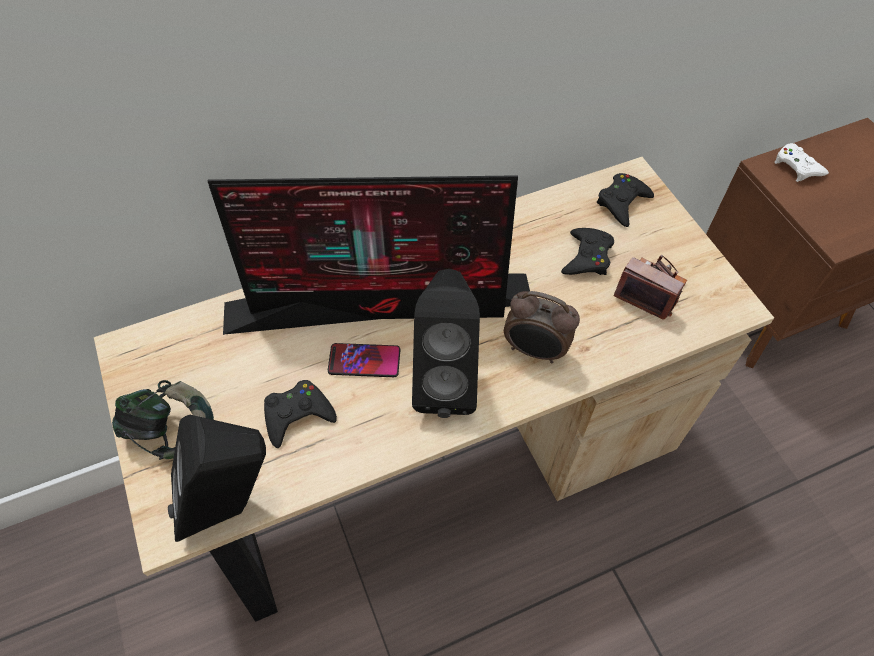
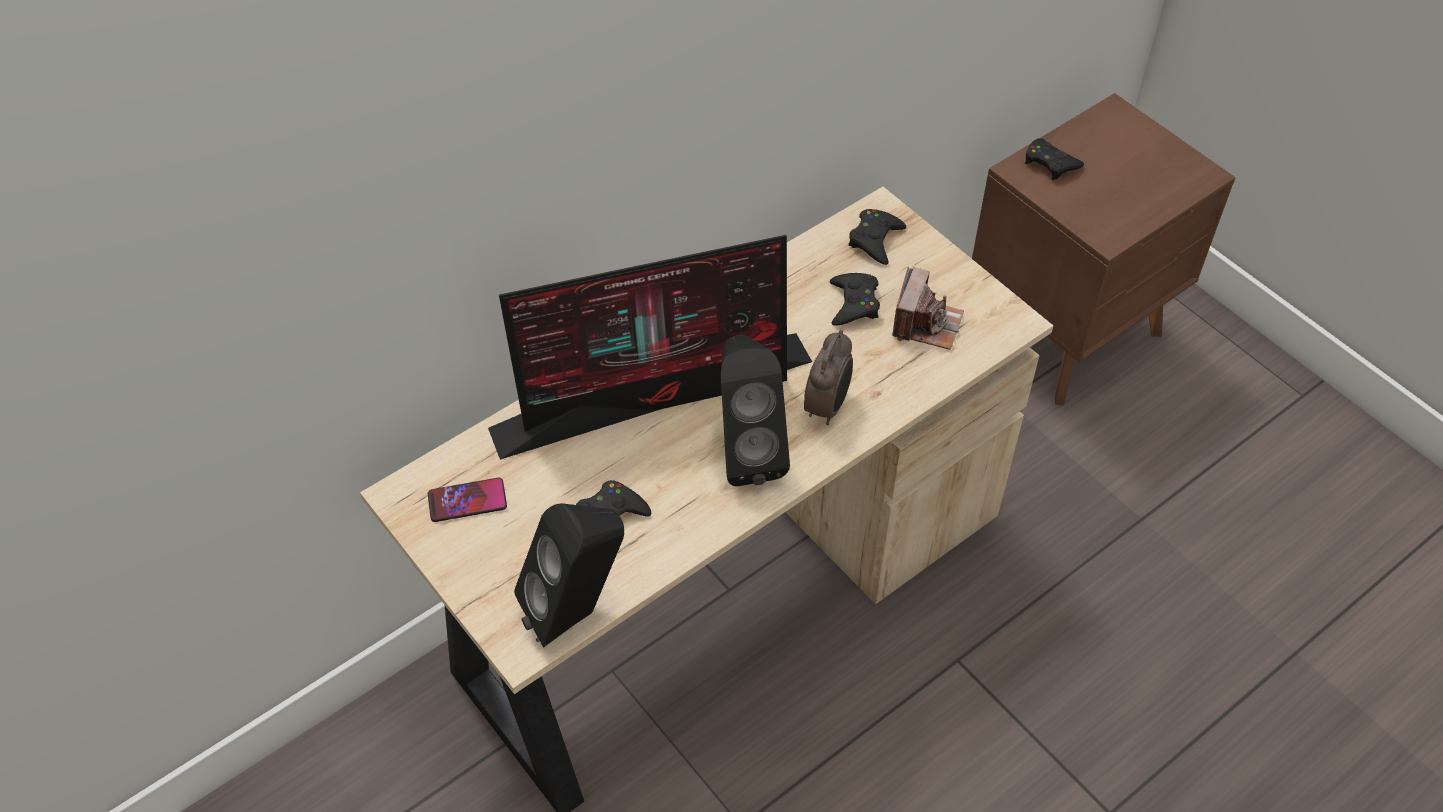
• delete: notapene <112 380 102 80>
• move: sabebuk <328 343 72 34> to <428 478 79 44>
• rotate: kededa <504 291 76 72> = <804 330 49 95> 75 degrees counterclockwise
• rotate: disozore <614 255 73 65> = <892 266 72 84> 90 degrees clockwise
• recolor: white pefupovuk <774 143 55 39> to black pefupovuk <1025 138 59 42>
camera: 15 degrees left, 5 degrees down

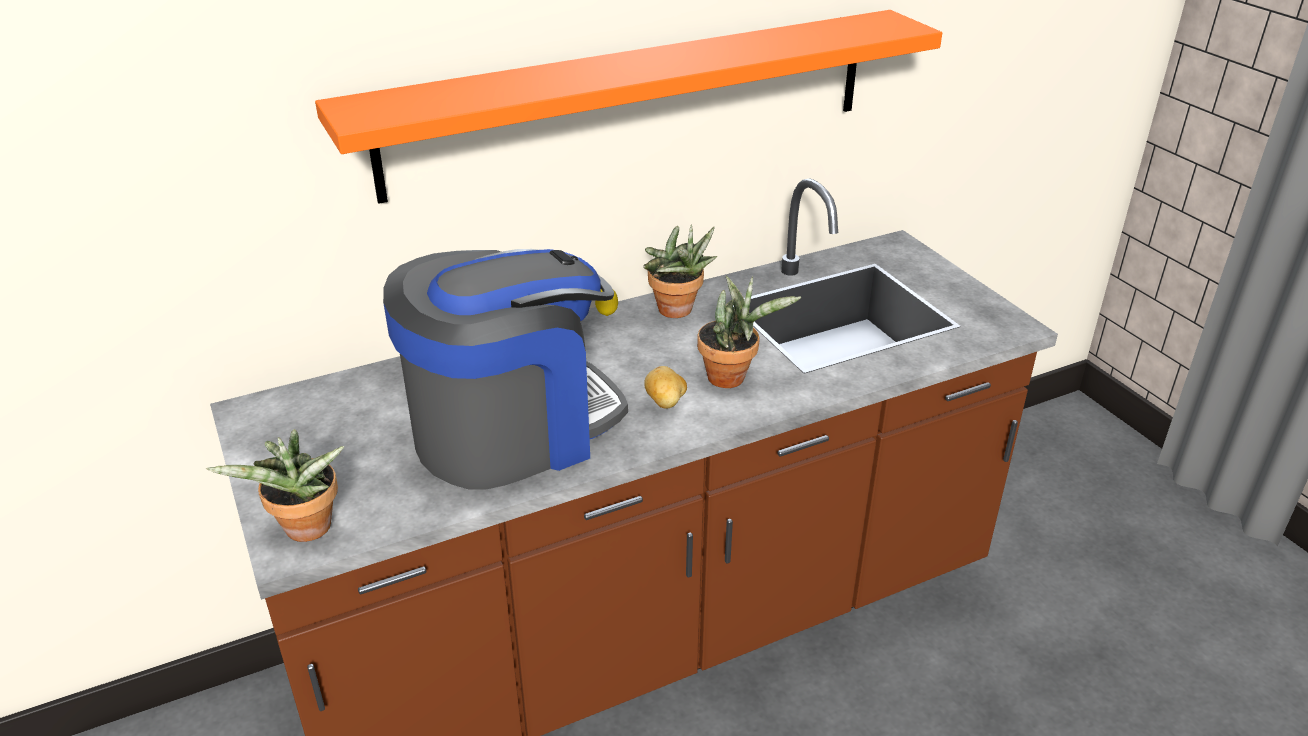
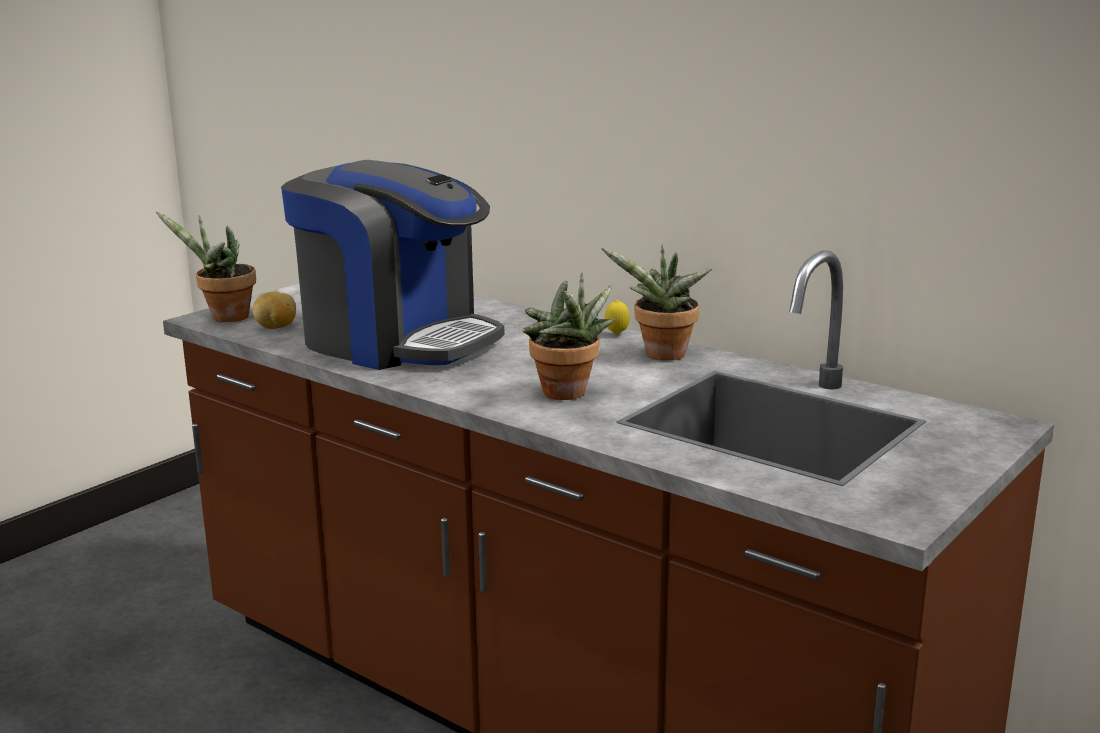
• delete: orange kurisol <315 10 627 194>
• move: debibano <644 366 43 43> to <252 291 44 38>
camera: 65 degrees right, 15 degrees down

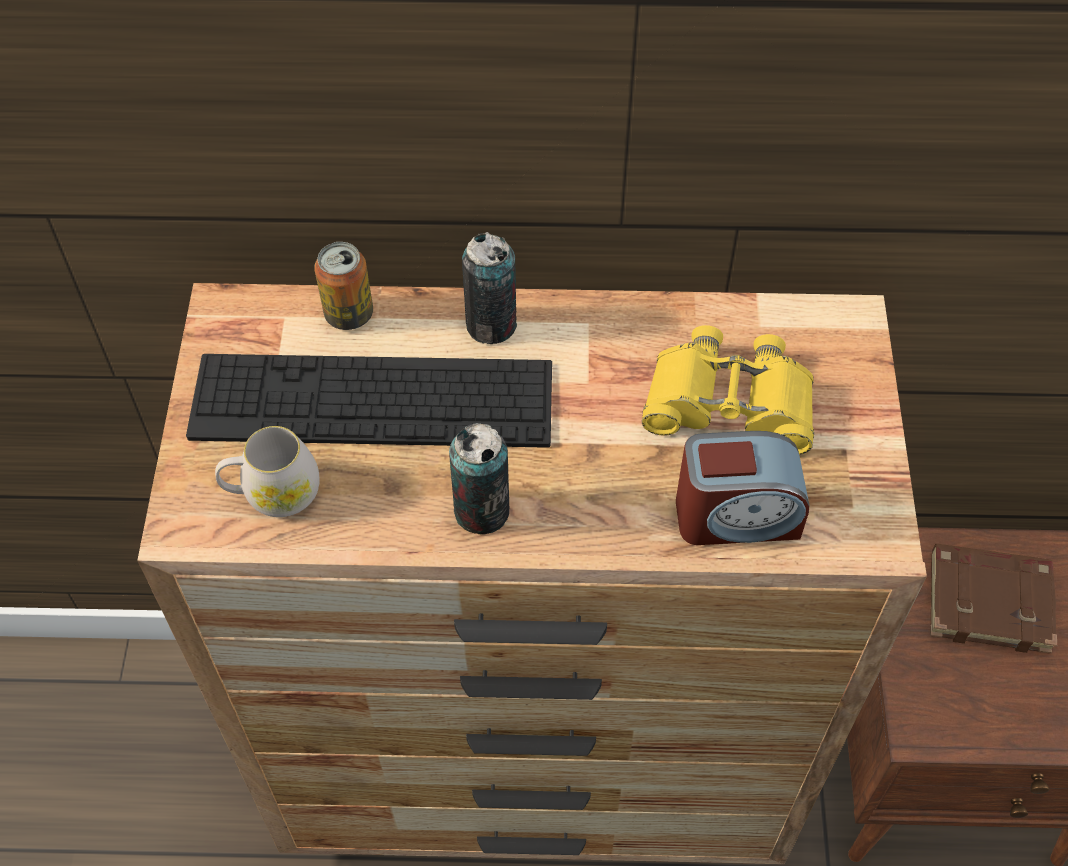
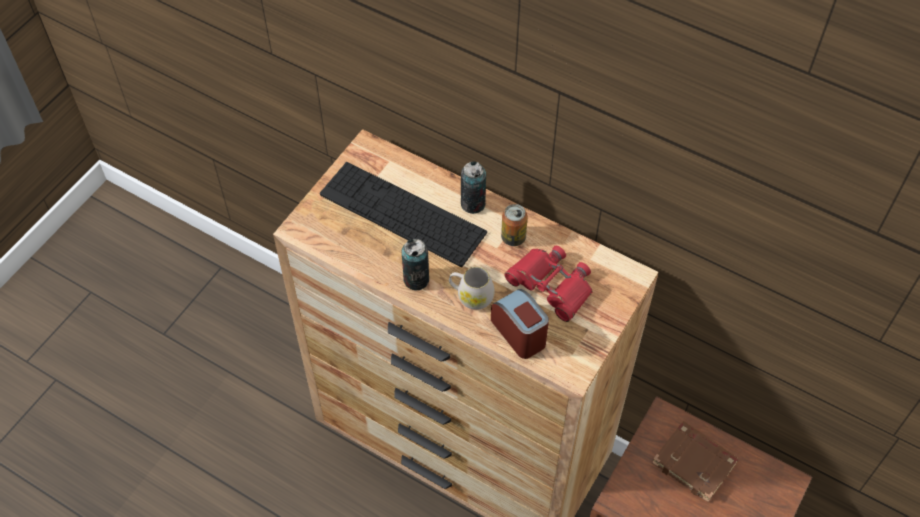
• move: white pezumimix <215 426 105 91> to <449 267 46 43>
• move: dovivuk <314 242 59 88> to <501 204 26 42>
• recolor: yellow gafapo <642 325 172 130> to red gafapo <504 246 88 76>
• rotate: kededa <676 431 133 114> = <491 289 58 70> 150 degrees counterclockwise
camera: 30 degrees right, 0 degrees up

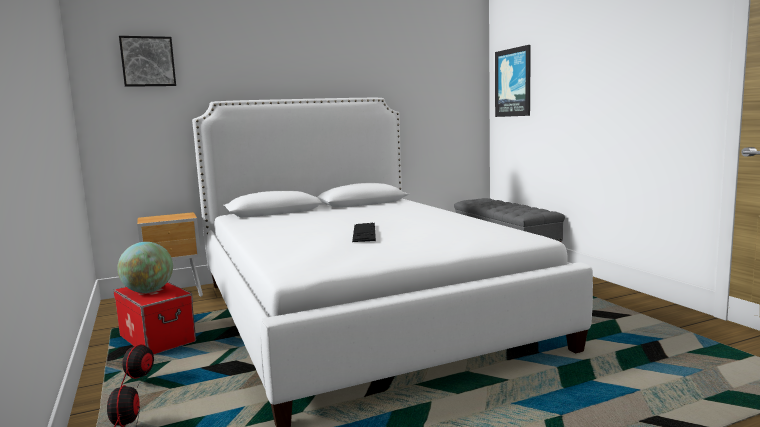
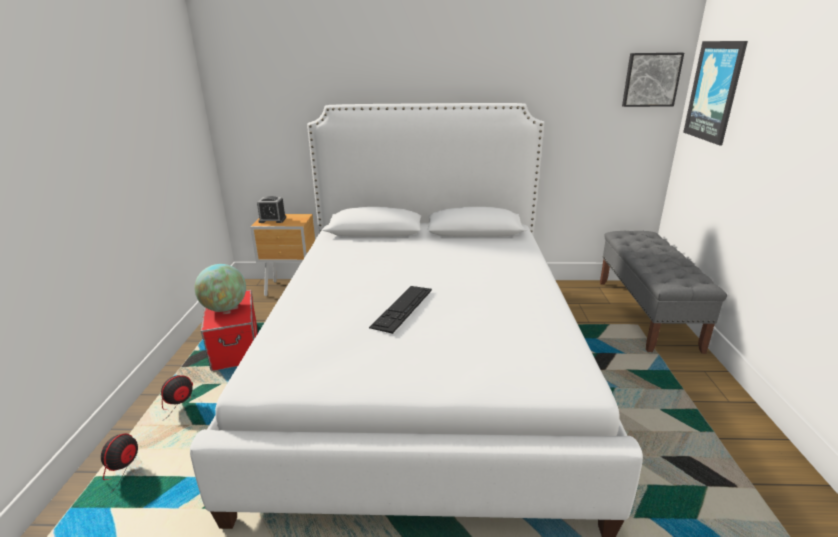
• move: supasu <119 36 57 51> to <622 53 62 54>
• insert: kededa <257 196 29 27>
camera: 25 degrees right, 15 degrees up

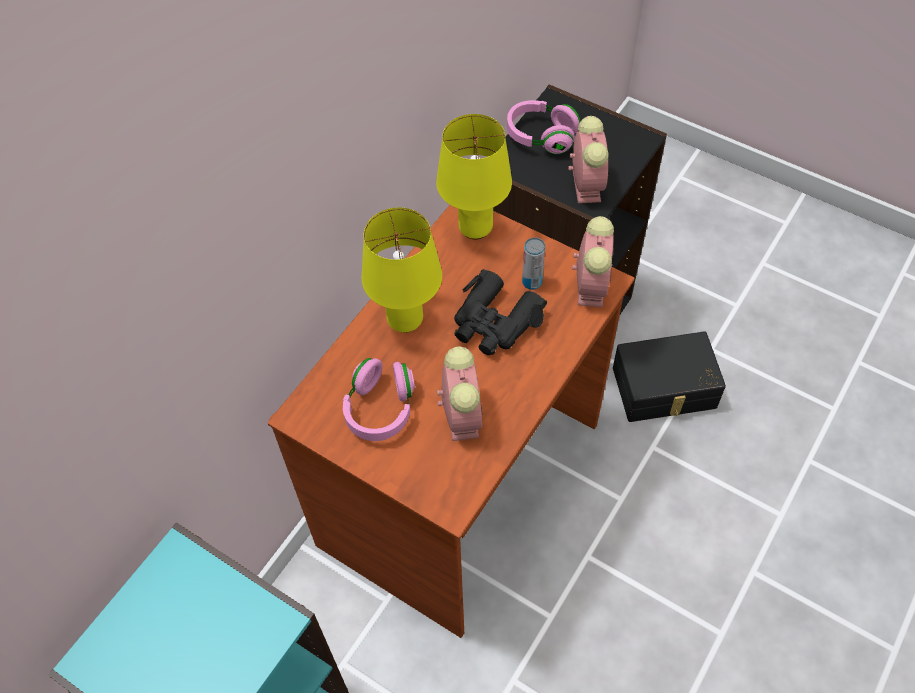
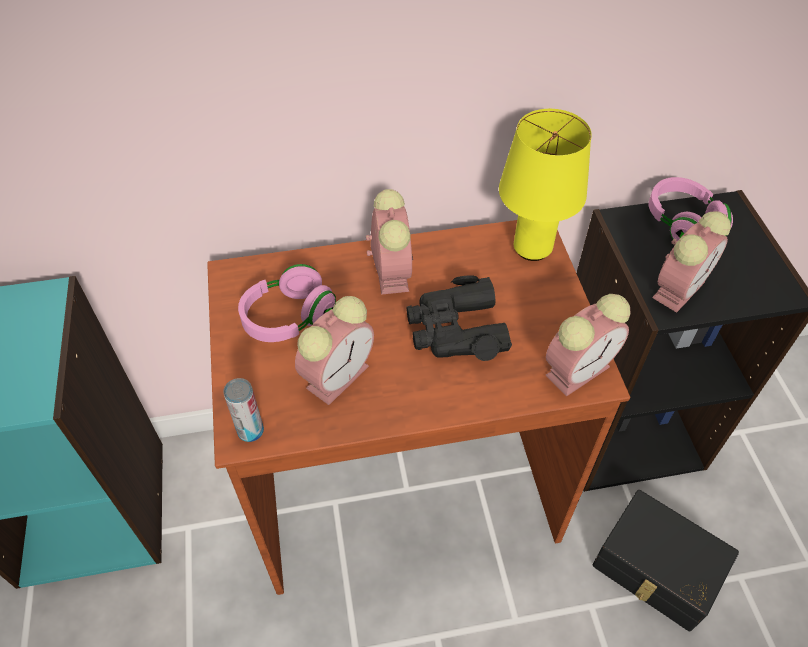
• replace: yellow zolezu <362 207 80 126> to kededa <366 189 47 106>
• move: dovivuk <522 237 23 53> to <223 378 41 64>
camera: 45 degrees right, 5 degrees down

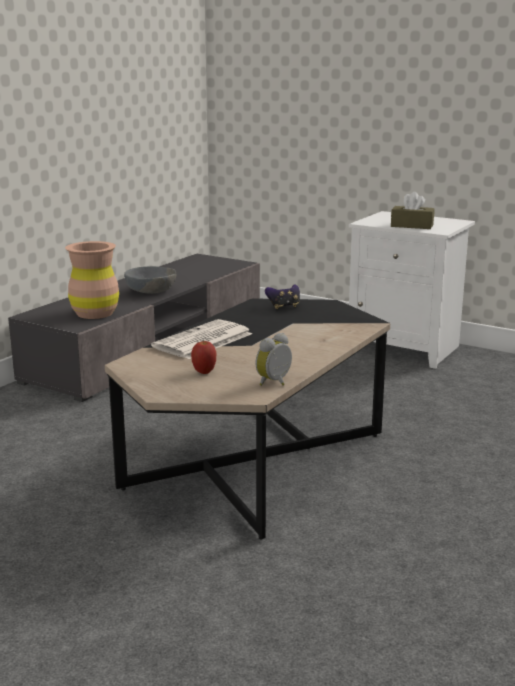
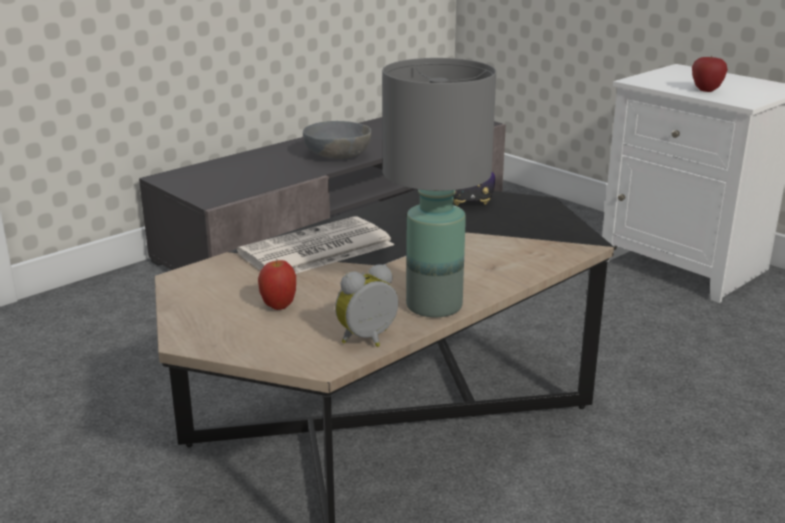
• delete: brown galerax <65 241 54 78>
• replace: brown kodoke <391 192 43 37> to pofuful <692 56 36 36>
• insert: grey zolezu <382 58 114 260>
camera: 15 degrees right, 5 degrees up

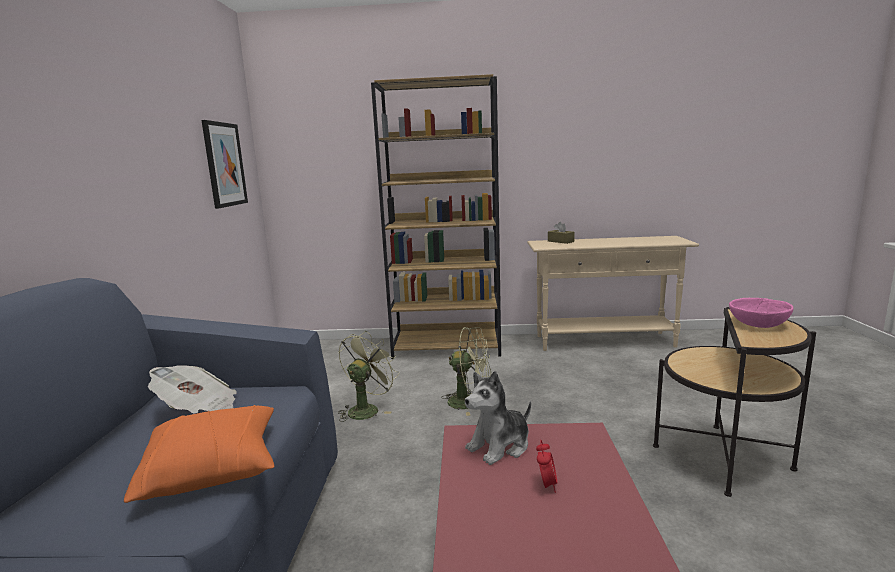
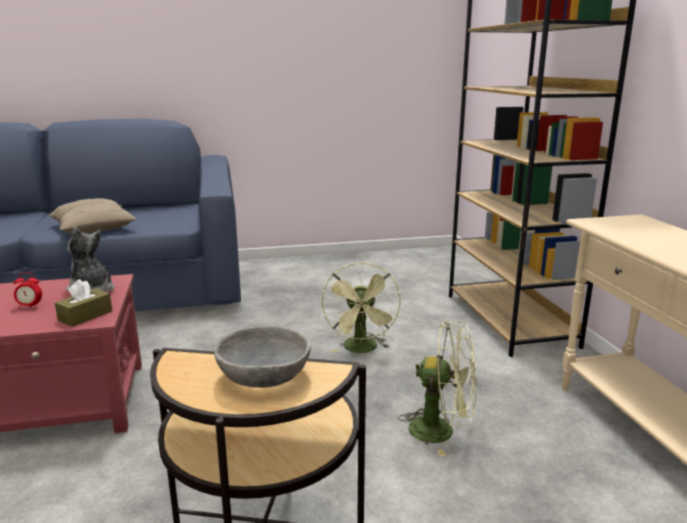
• recolor: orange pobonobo <124 405 150 98> to beige pobonobo <48 198 88 36>
• delete: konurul <148 365 89 48>
• delete: supasu <201 120 47 89>
• move: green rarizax <338 331 61 91> to <398 321 79 135>
• move: brown kodoke <548 222 27 22> to <55 279 57 48>
• recolor: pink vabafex <729 298 64 30> to grey vabafex <214 326 97 62>
camera: 75 degrees right, 5 degrees up

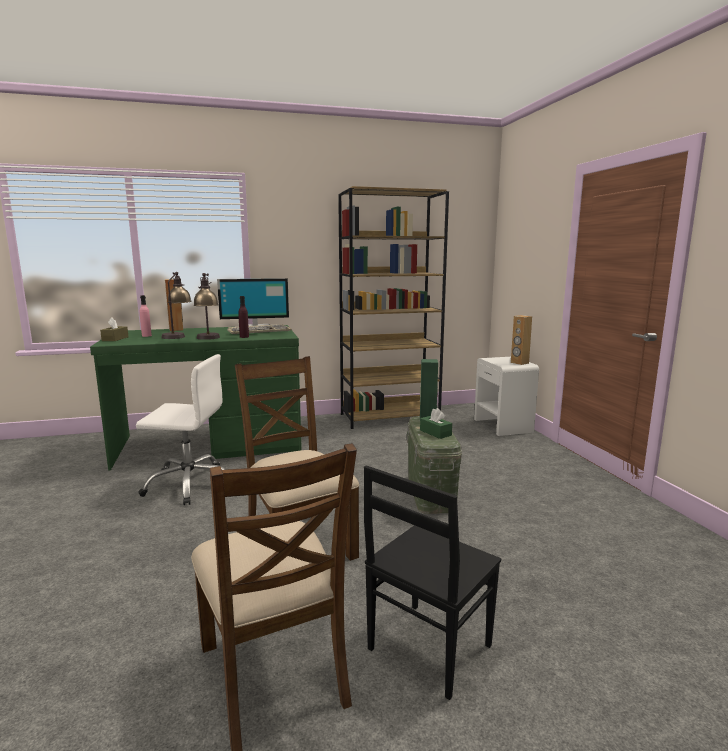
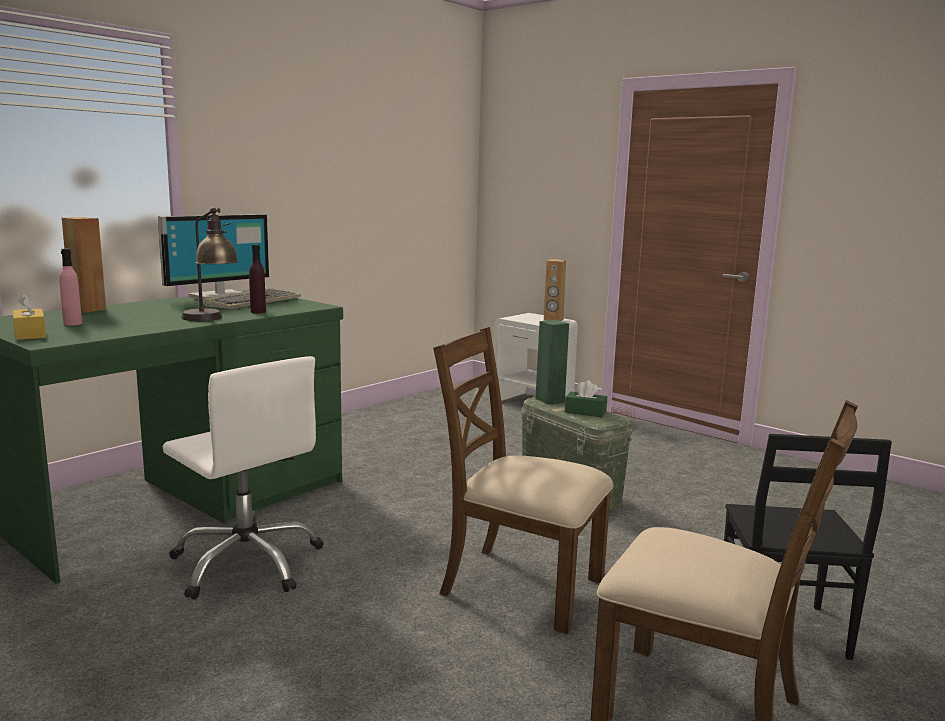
• recolor: brown kodoke <100 317 28 24> to yellow kodoke <13 293 33 47>
• rotate: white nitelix <136 354 90 151> = <163 356 161 244> 75 degrees clockwise
• delete: zolezu <161 272 31 67>
• delete: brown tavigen <338 186 111 243>
camera: 35 degrees left, 0 degrees up

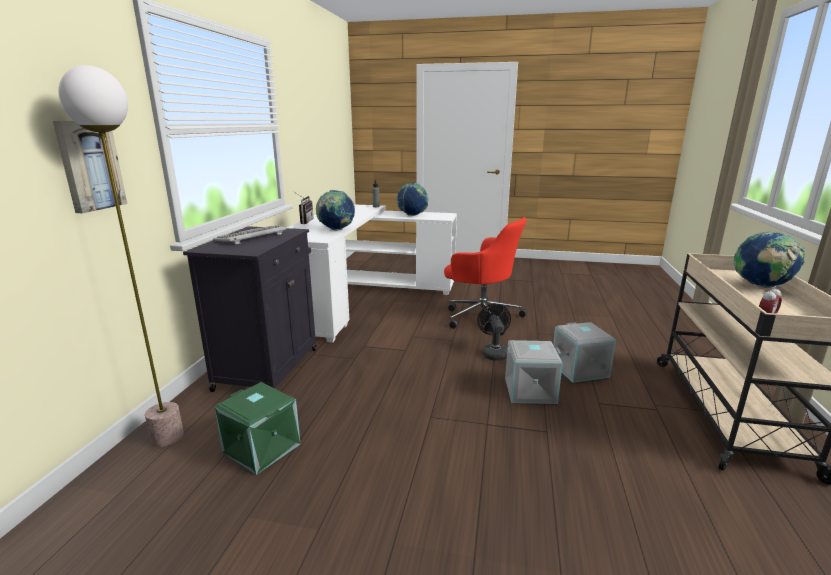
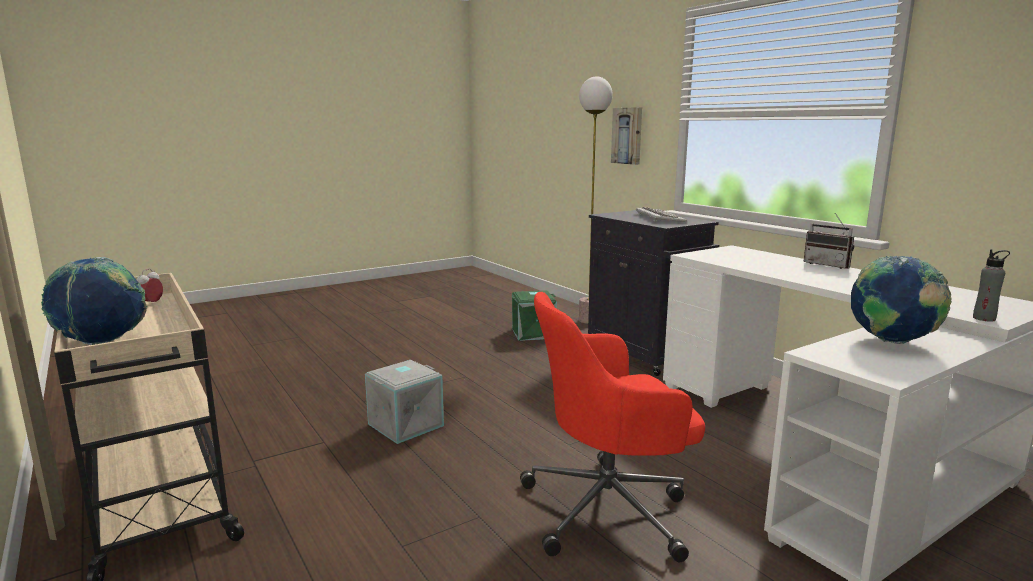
• delete: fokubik <316 190 39 40>
• delete: black rarizax <477 304 34 56>
• delete: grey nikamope <553 322 63 61>
camera: 135 degrees right, 5 degrees down

